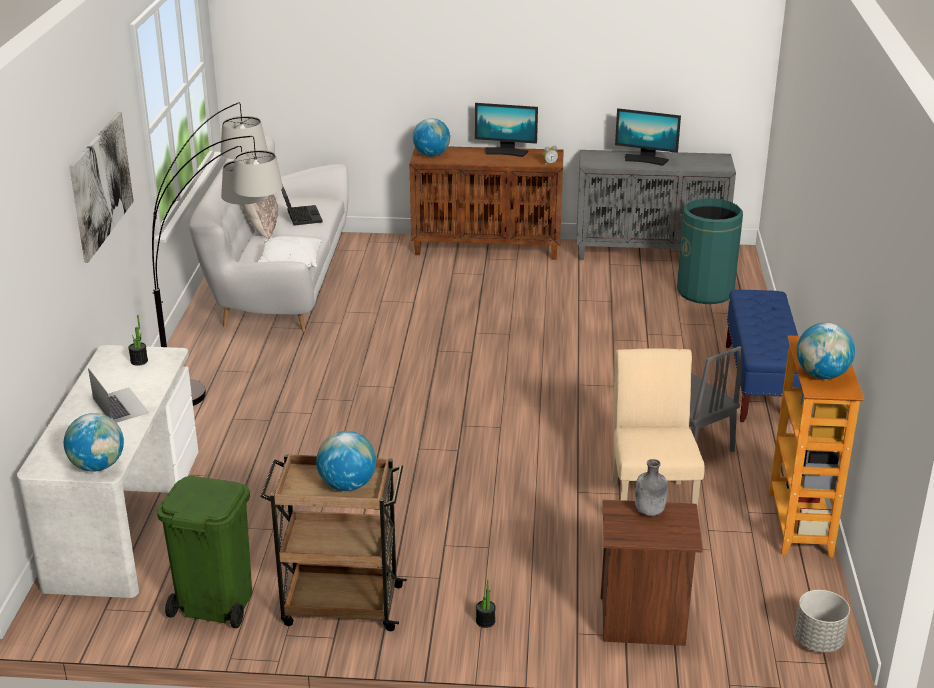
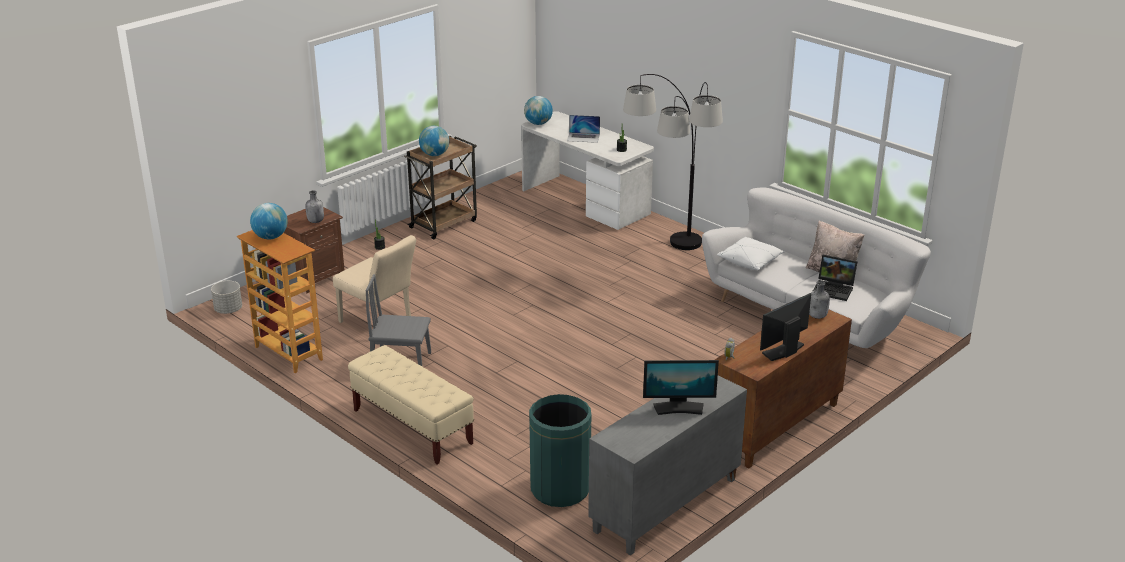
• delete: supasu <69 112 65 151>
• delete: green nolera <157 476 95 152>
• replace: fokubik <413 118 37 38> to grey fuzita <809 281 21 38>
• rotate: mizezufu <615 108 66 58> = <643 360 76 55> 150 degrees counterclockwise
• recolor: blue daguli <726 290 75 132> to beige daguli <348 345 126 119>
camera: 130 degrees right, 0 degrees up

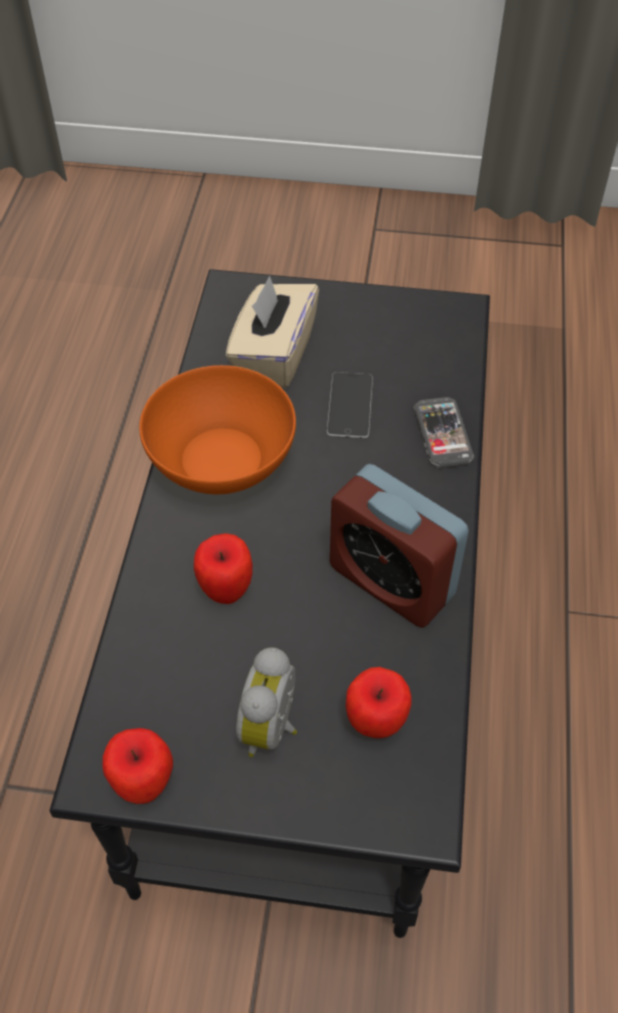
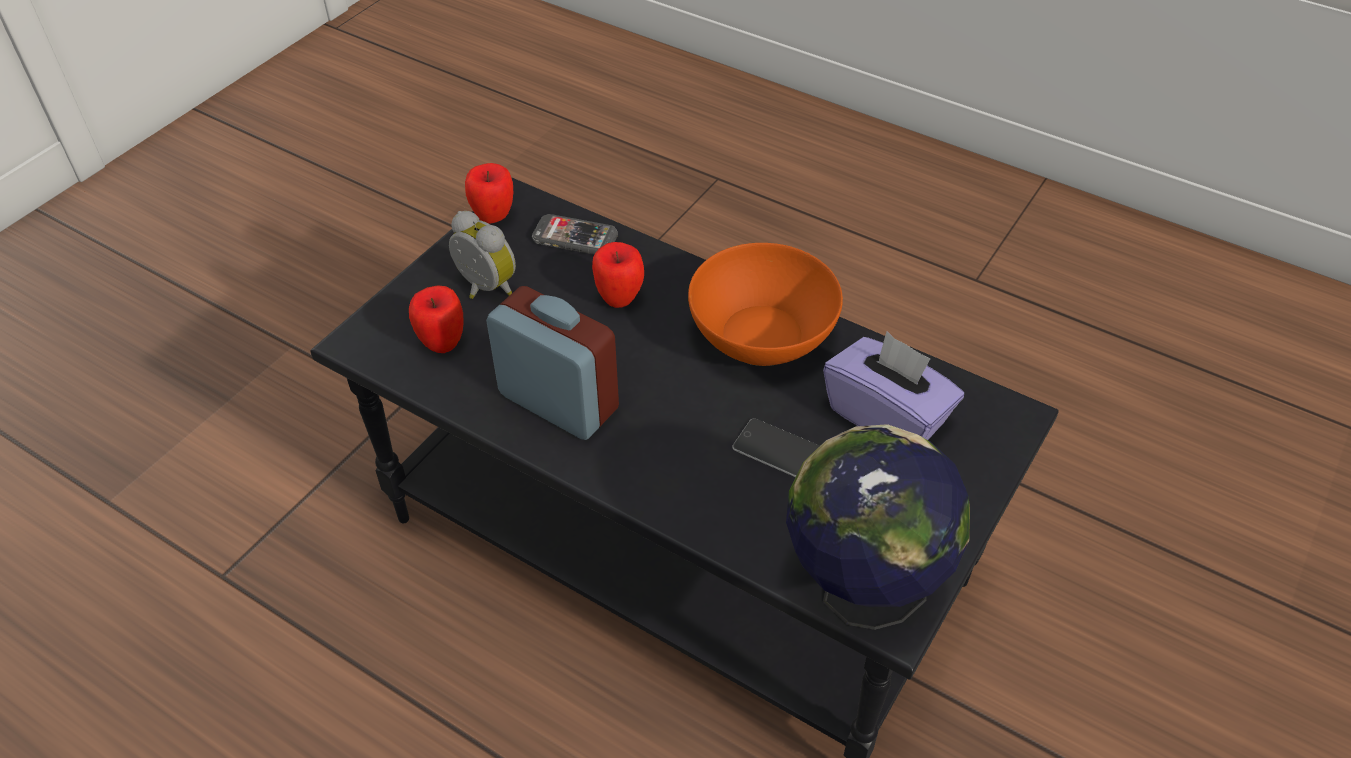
• recolor: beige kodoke <226 275 93 113> to purple kodoke <823 332 141 108>
• rotate: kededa <330 464 139 164> = <486 286 133 154> 60 degrees clockwise
• move: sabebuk <414 397 60 71> to <532 214 86 41>
• insert: fokubik <786 424 184 206>
camera: 115 degrees right, 5 degrees down

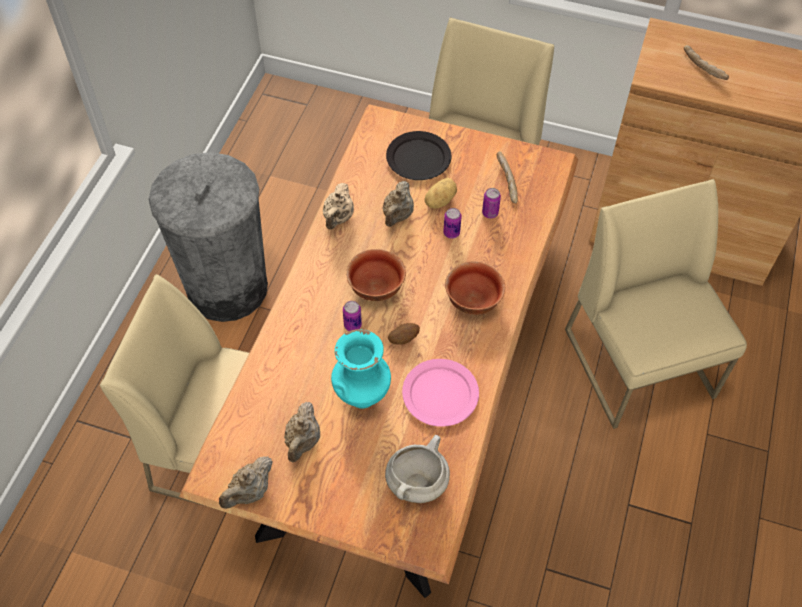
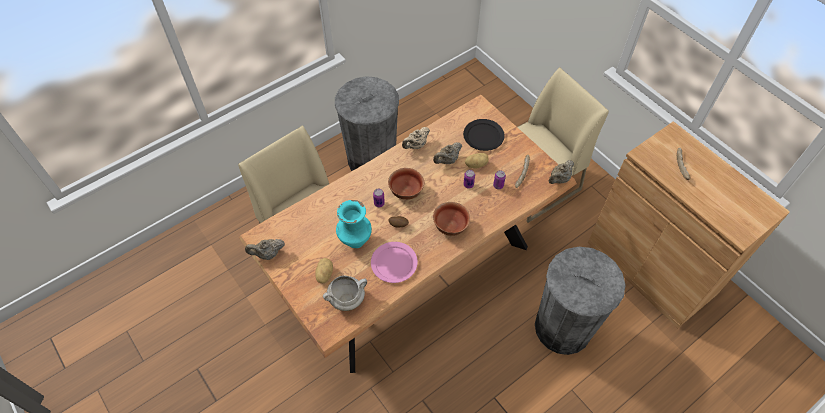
• move: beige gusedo <284 402 36 60> to <549 160 25 24>
• replace: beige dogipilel <565 179 182 250> to grey nolera <535 247 91 108>
• insert: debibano <315 258 18 25>
camera: 35 degrees right, 0 degrees up

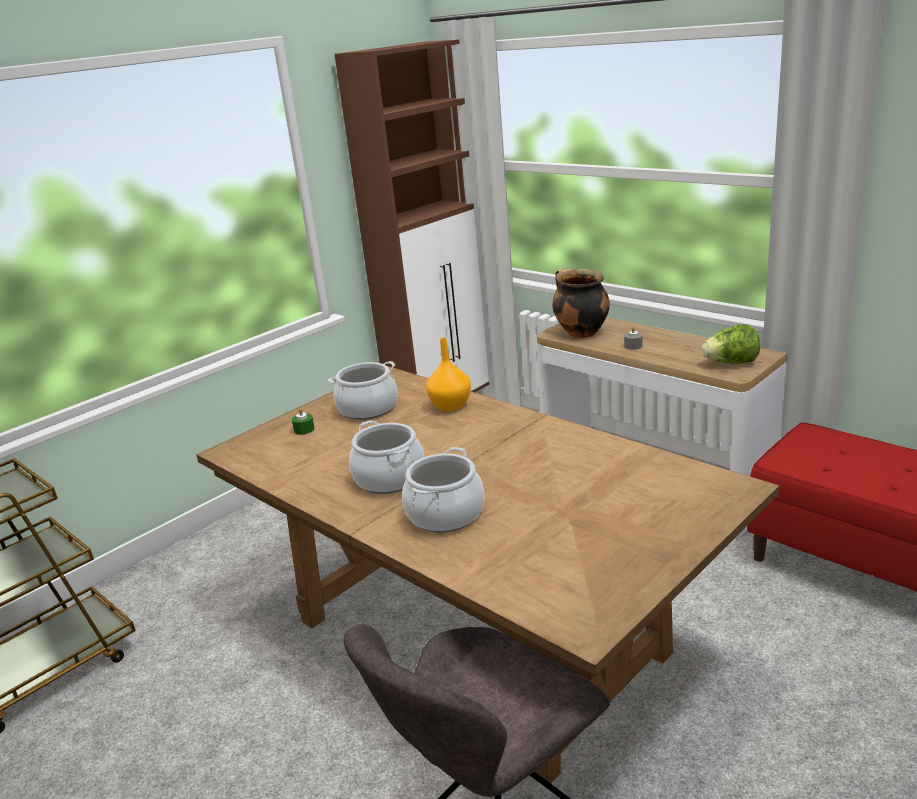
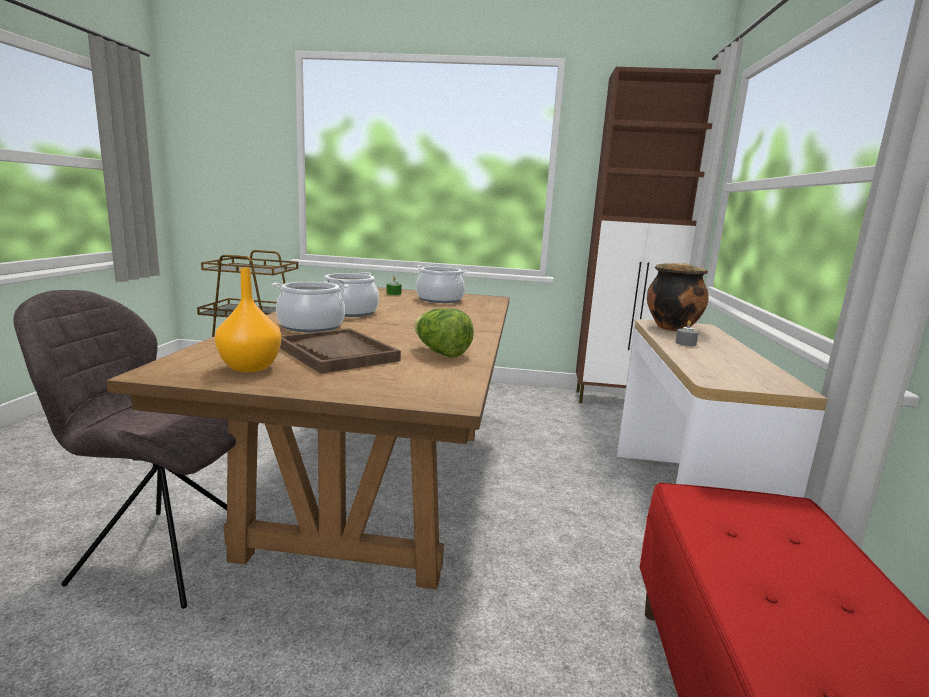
• move: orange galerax <426 338 45 74> to <215 268 66 104>
• move: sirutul <702 324 58 40> to <414 308 60 50>
• insert: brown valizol <280 328 121 46>
camera: 50 degrees right, 10 degrees down

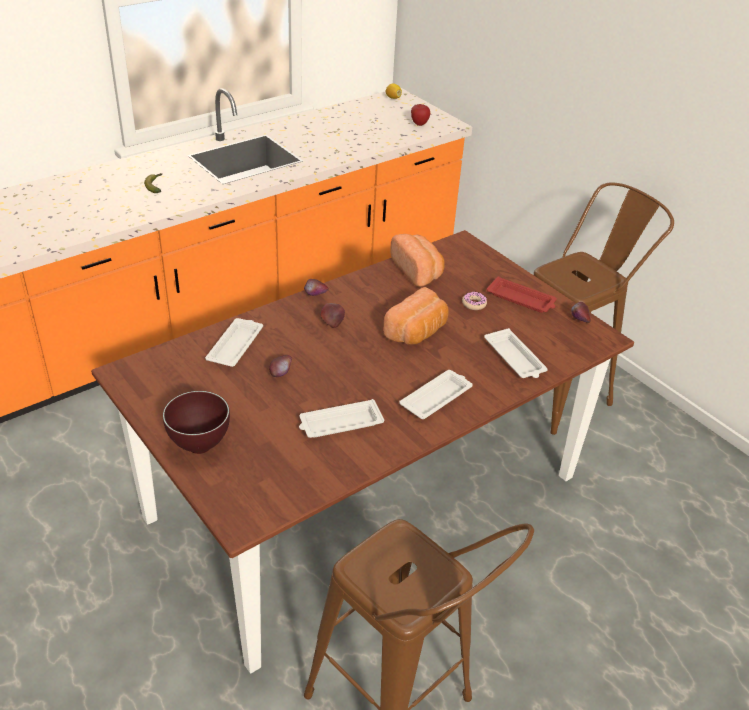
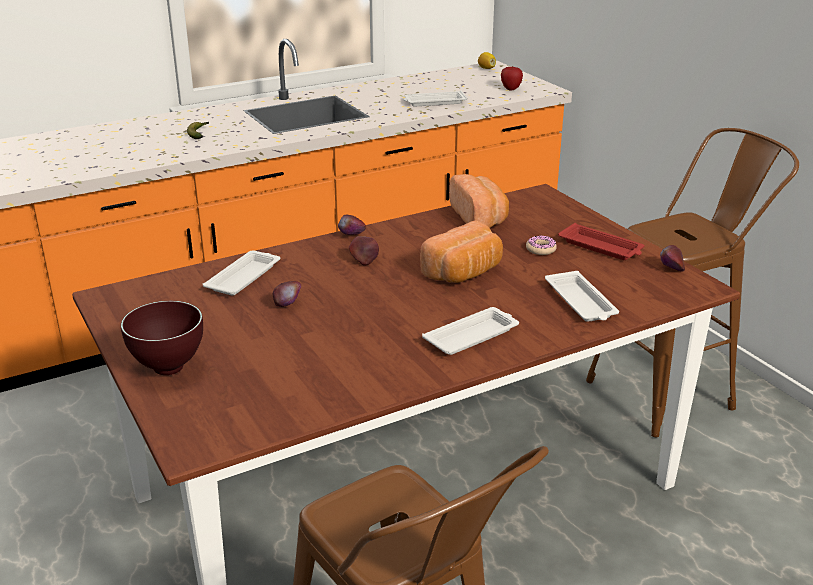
• move: white valizol <299 399 85 39> to <403 90 65 17>
camera: 10 degrees right, 10 degrees down

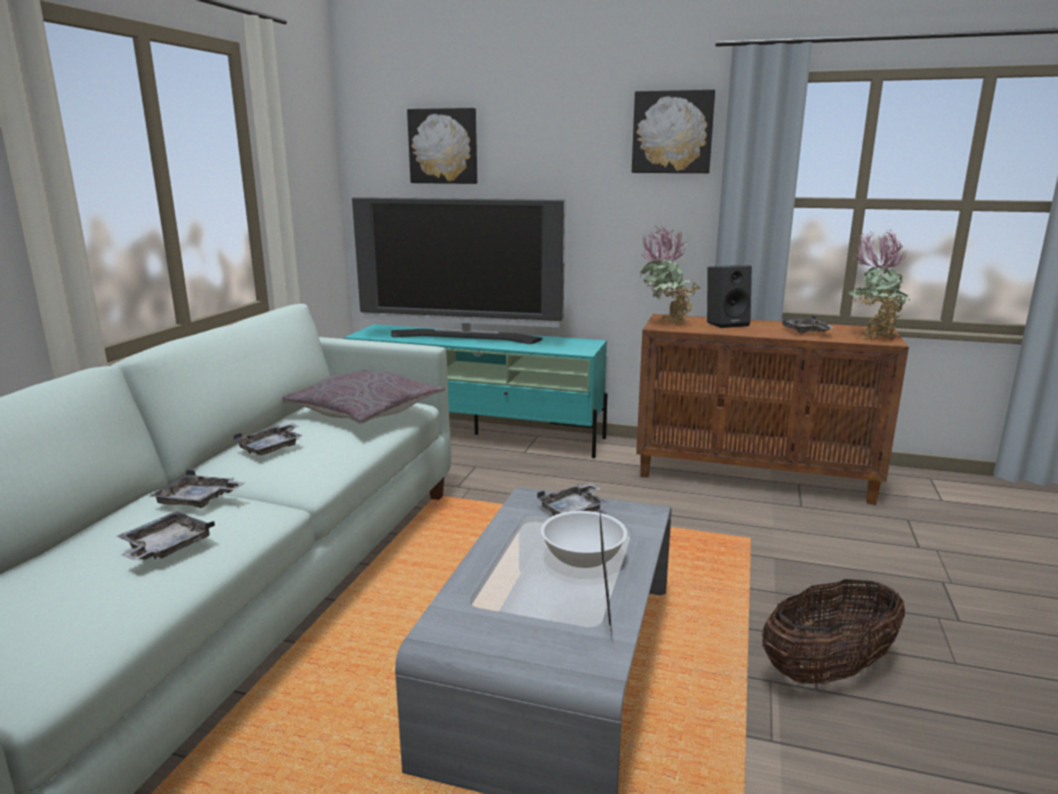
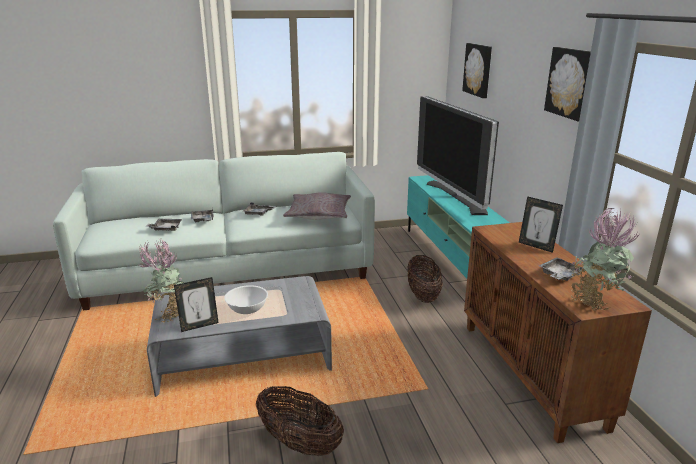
• delete: grey valizol <537 483 70 33>
• move: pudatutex <640 225 62 99> to <138 238 48 84>
• replace: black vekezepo <707 265 45 63> to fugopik <519 196 44 57>
• insert: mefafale <407 255 36 48>
camera: 60 degrees right, 5 degrees up

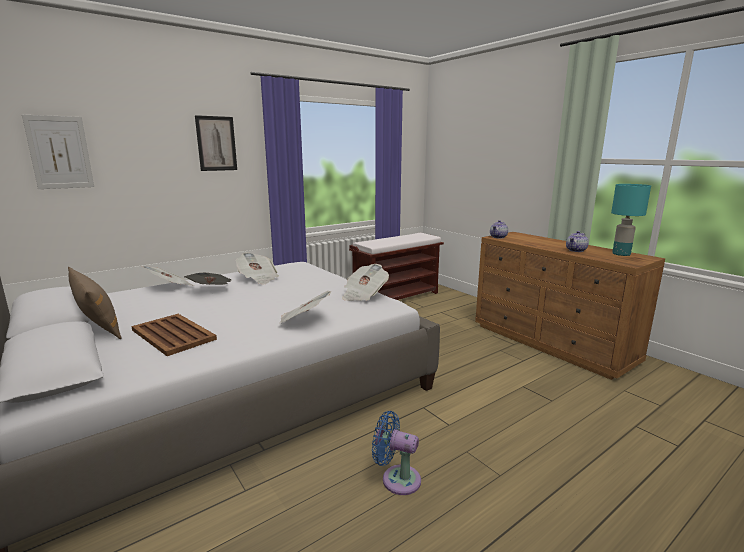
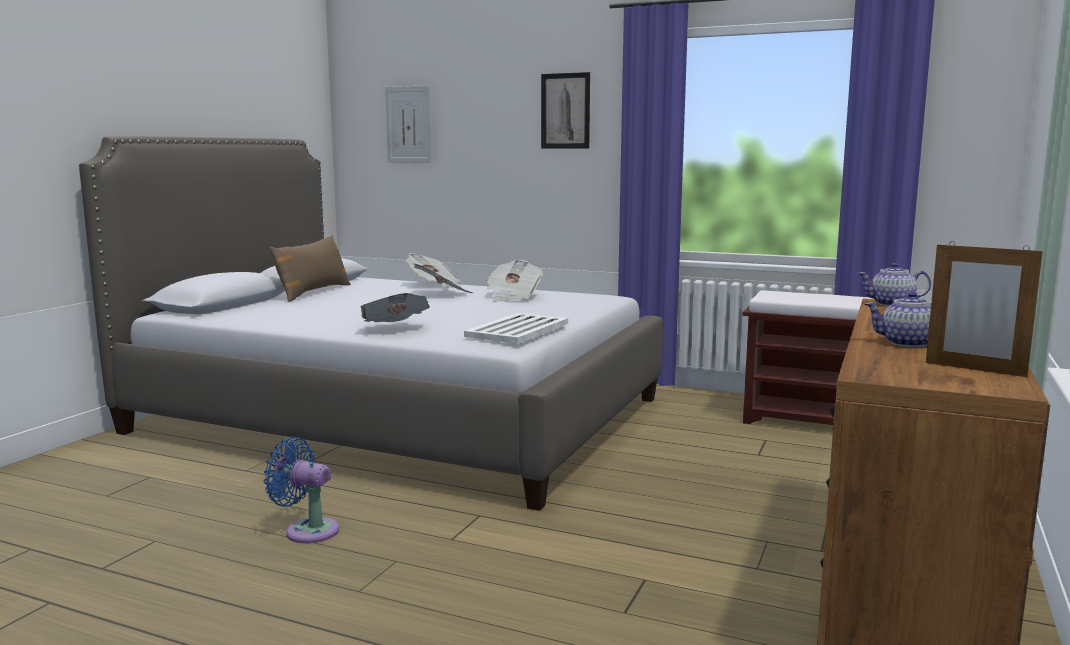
• delete: brown valizol <132 314 85 42>
• replace: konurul <342 264 47 37> to white valizol <464 313 104 31>
• rotate: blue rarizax <372 411 49 84> = <264 437 75 106> 60 degrees counterclockwise
• replace: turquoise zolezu <611 184 40 72> to fugopik <926 241 117 136>
camera: 60 degrees right, 5 degrees down

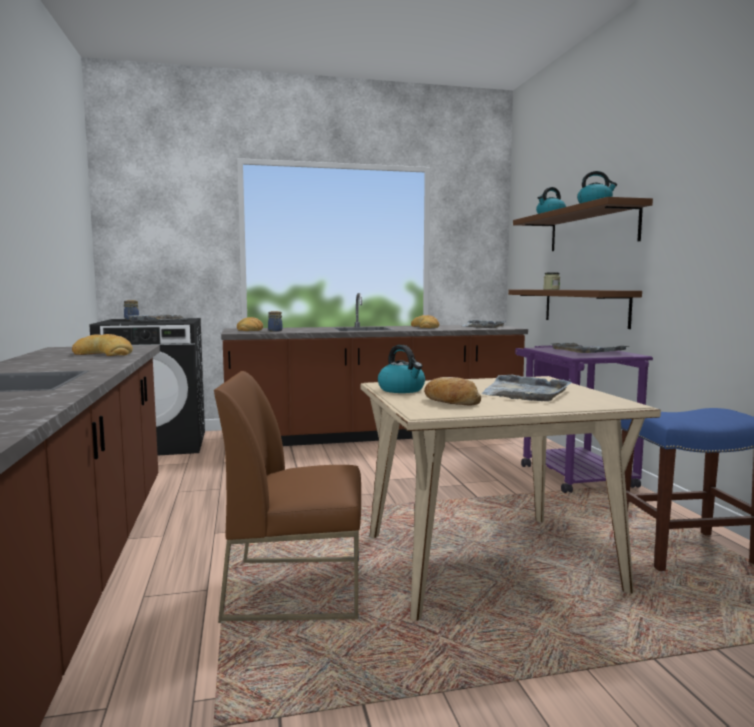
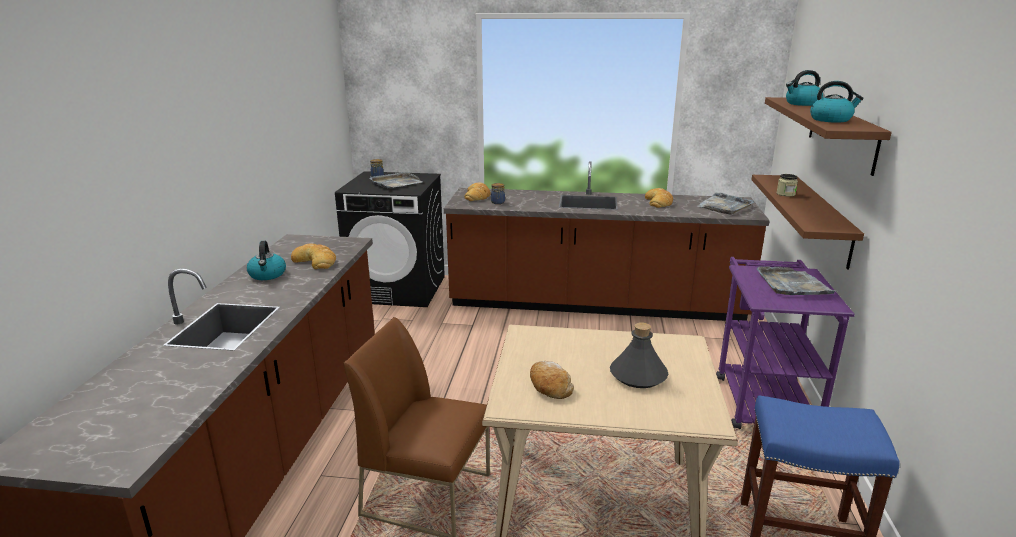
• move: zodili <378 345 47 48> to <247 241 39 39>
• replace: grey valizol <481 375 91 26> to grey fuzita <610 322 58 66>
camera: 20 degrees right, 15 degrees up

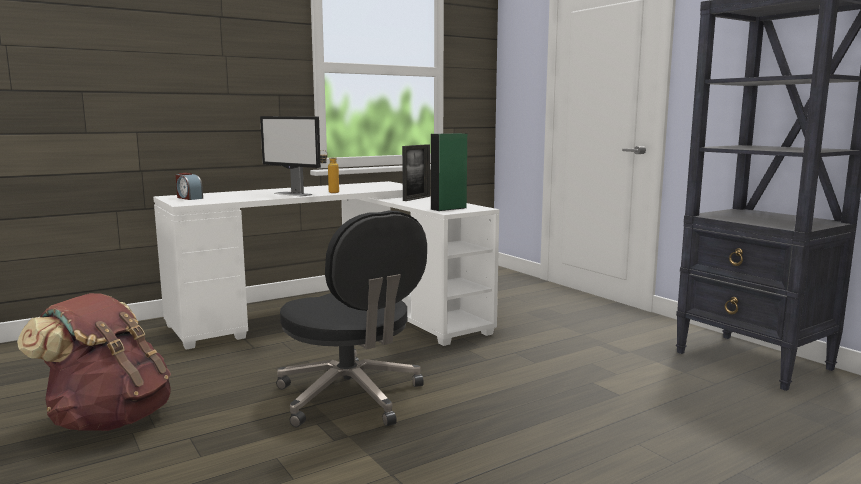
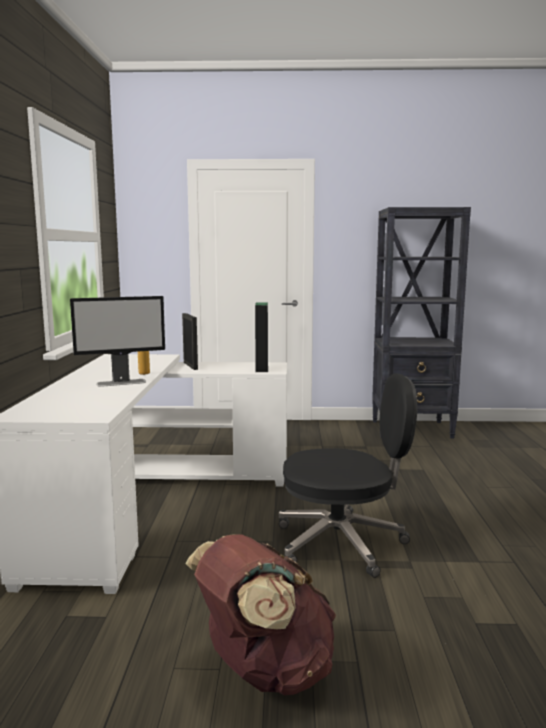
• delete: kededa <176 173 27 27>
camera: 55 degrees left, 0 degrees up

